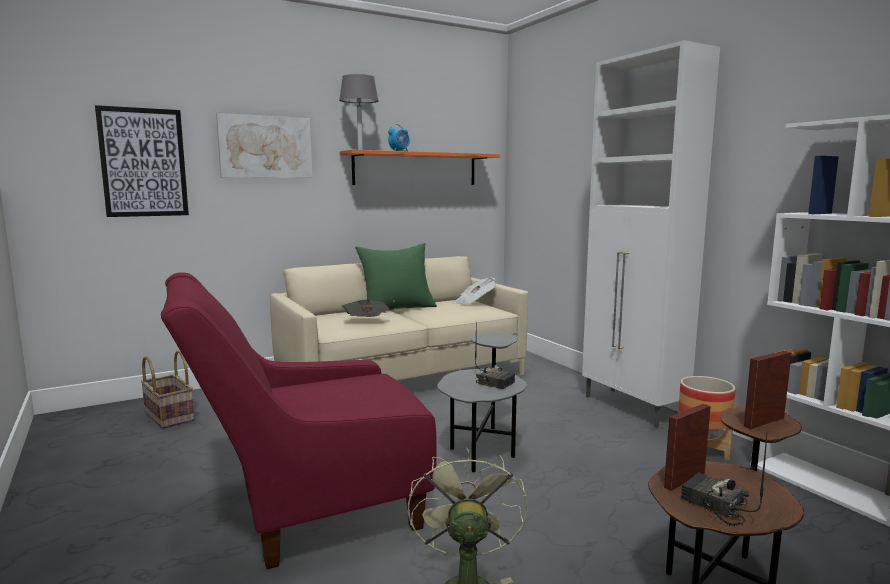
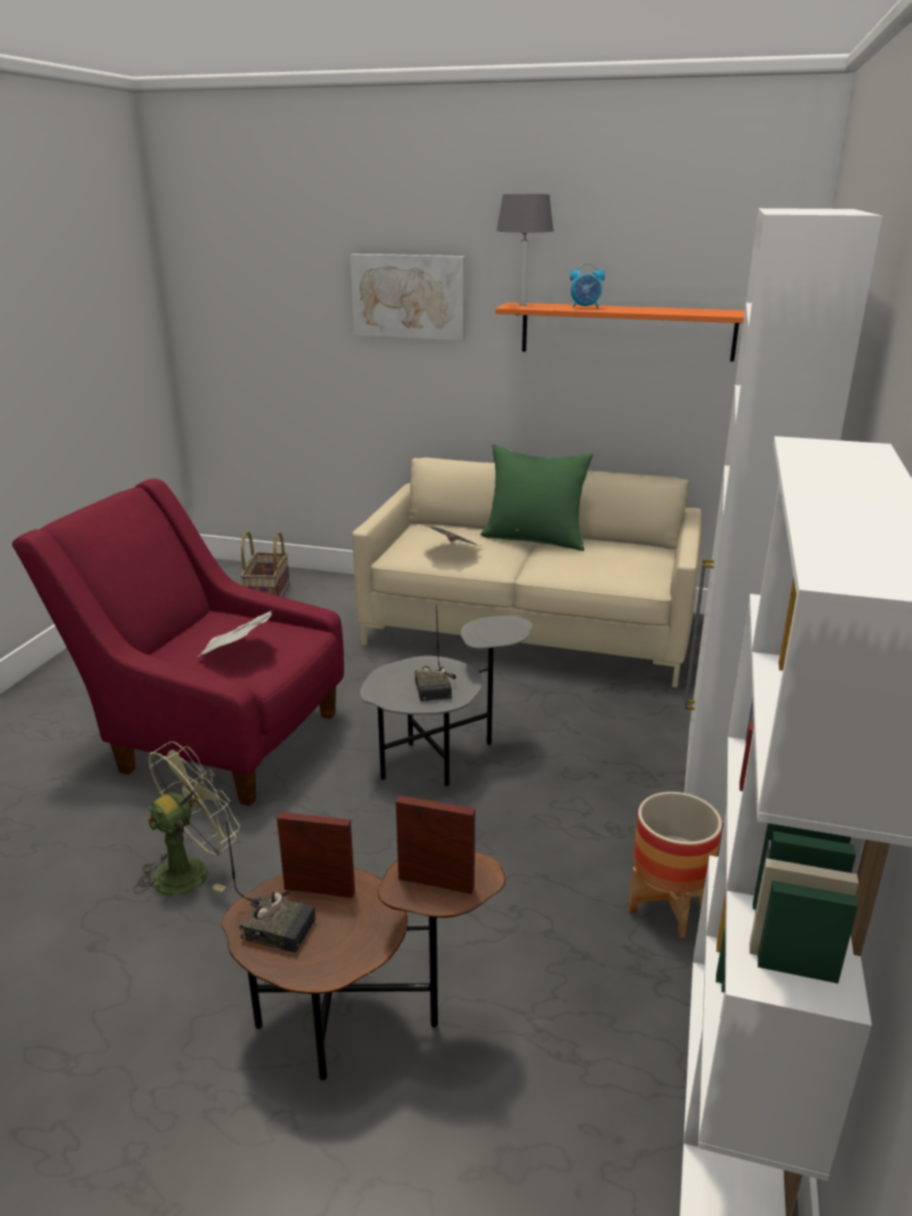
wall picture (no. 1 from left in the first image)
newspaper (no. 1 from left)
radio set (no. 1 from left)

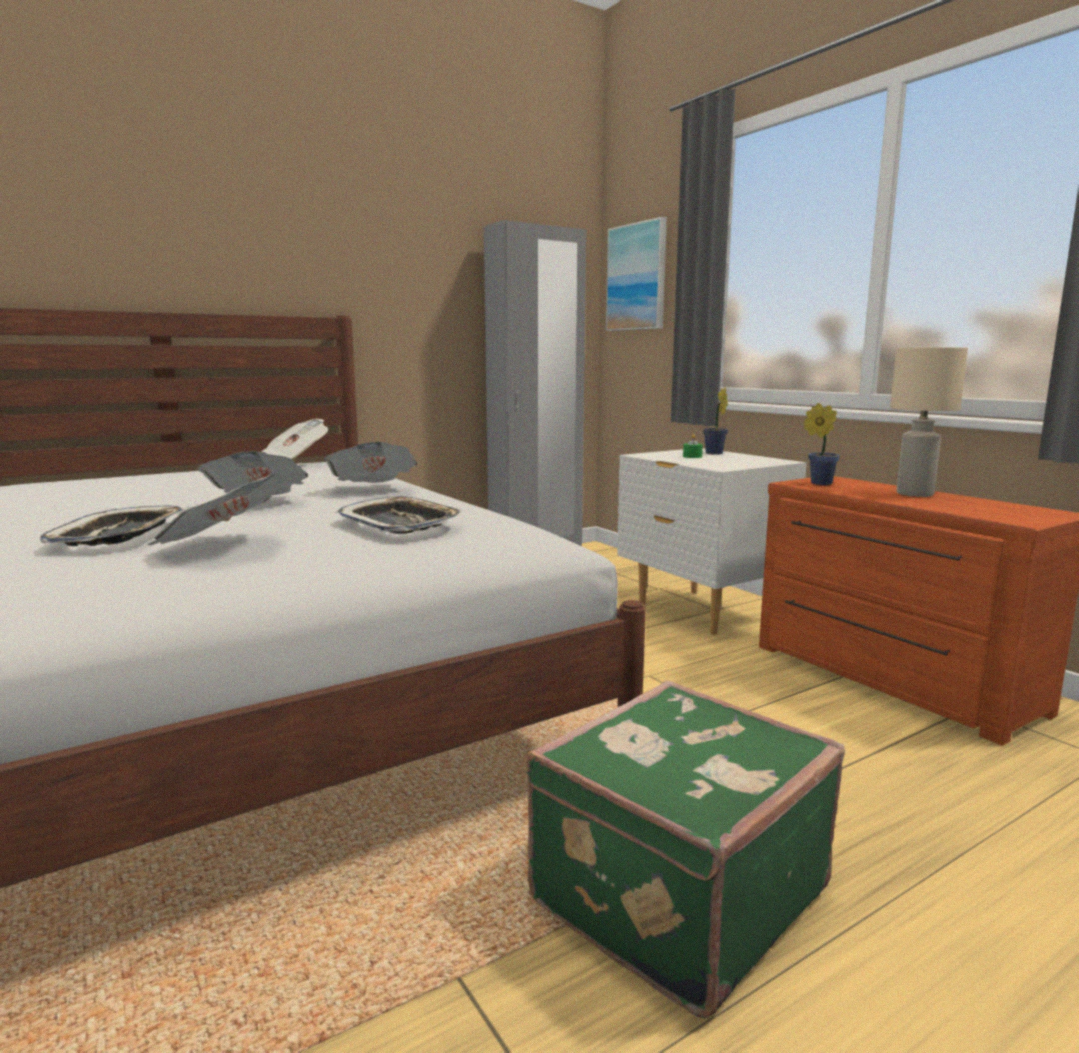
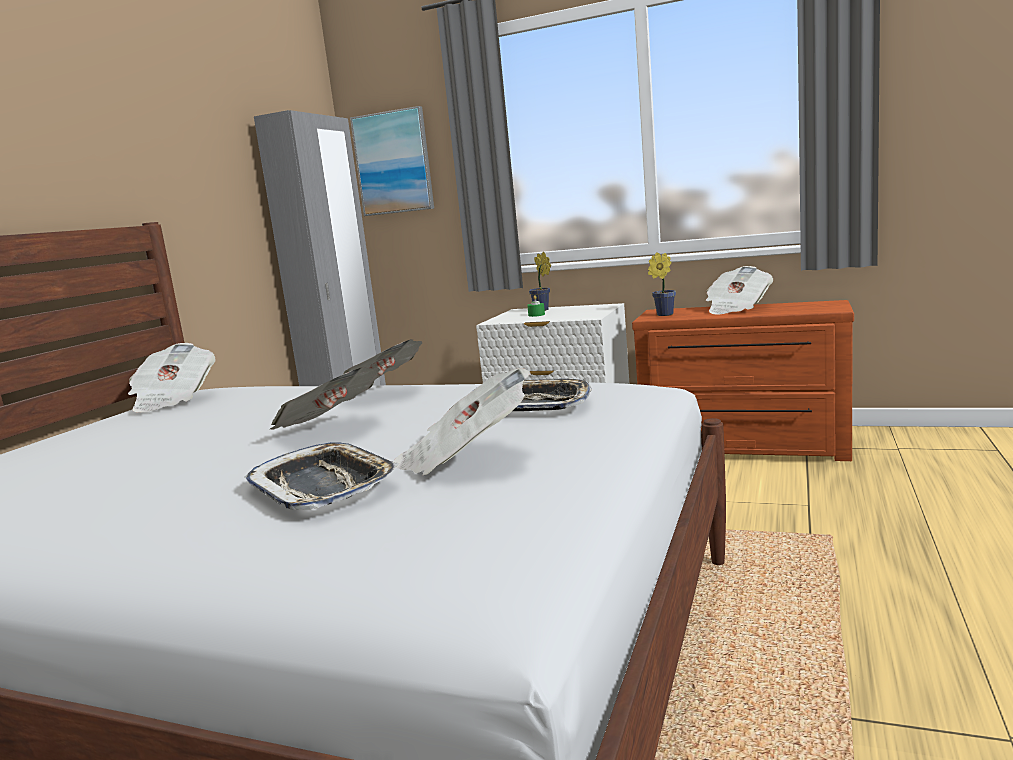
green suitcase
newspaper (no. 5 from left)

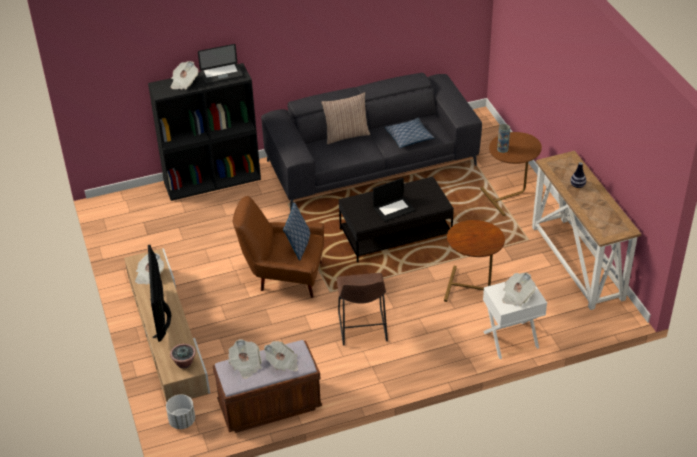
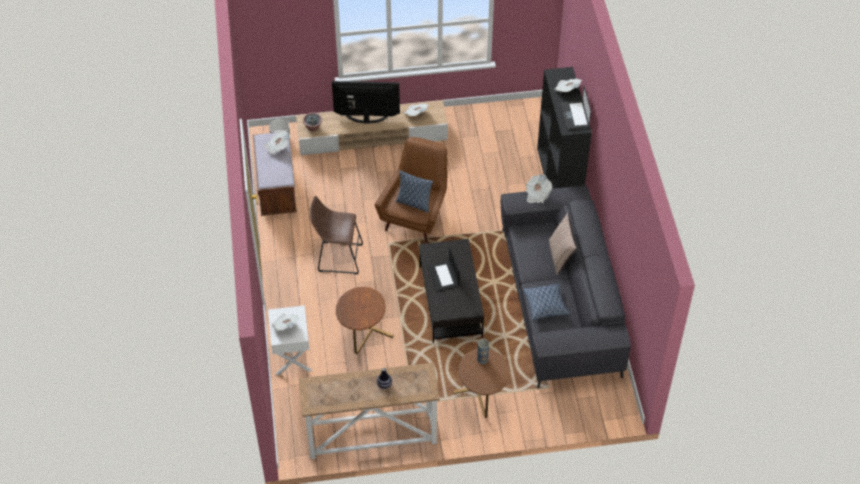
newspaper (no. 4 from left)

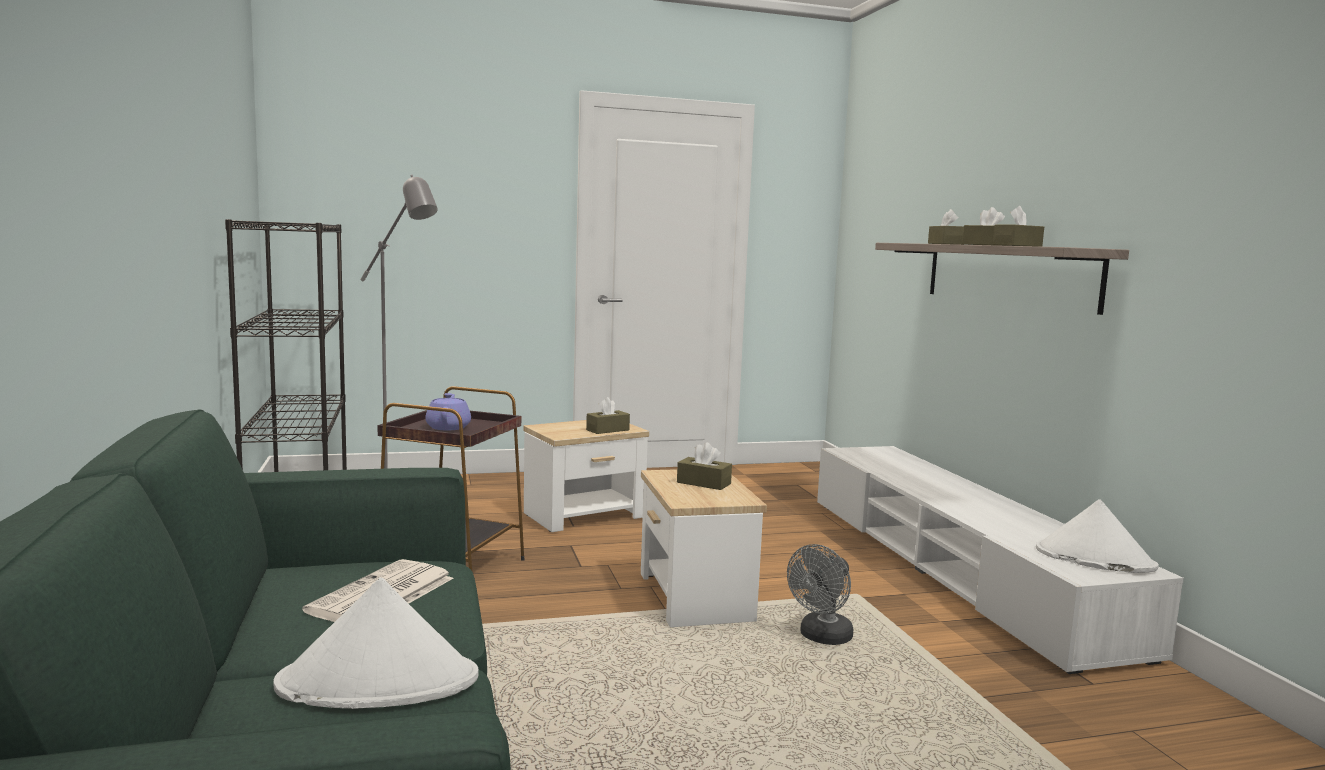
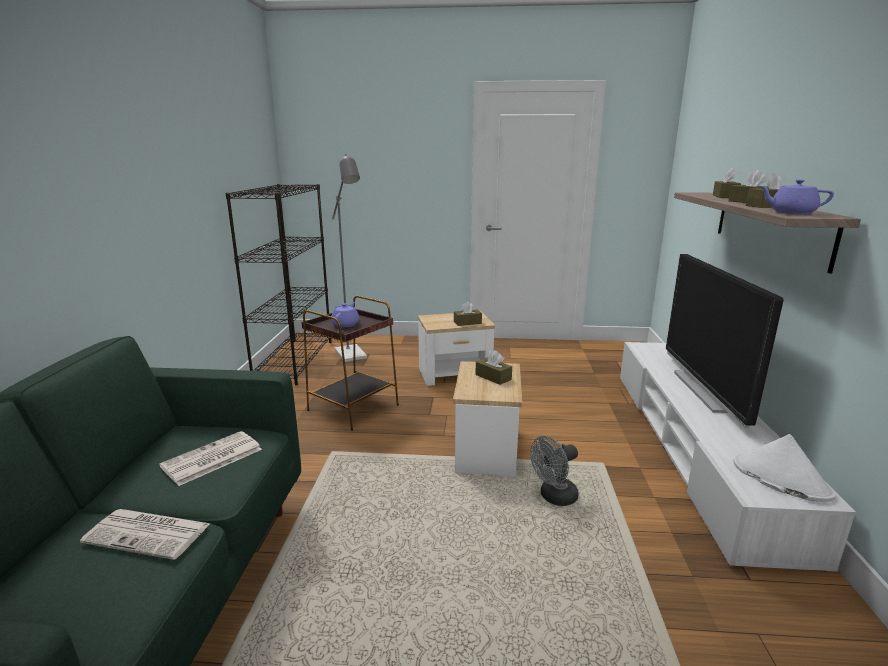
newspaper (no. 1 from left)
TV set
purplish pot for tea (no. 2 from left)

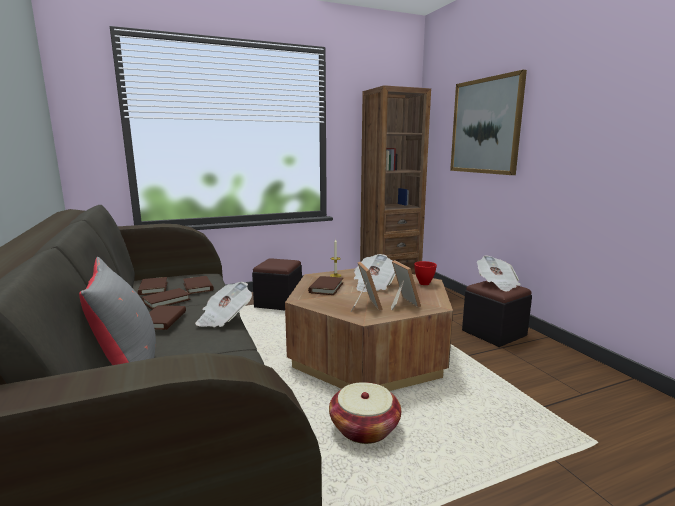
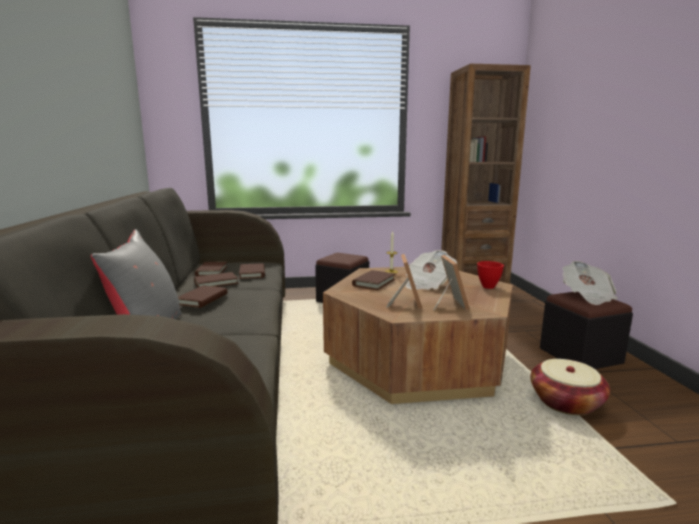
newspaper (no. 1 from left in the first image)
storage basket
wall picture

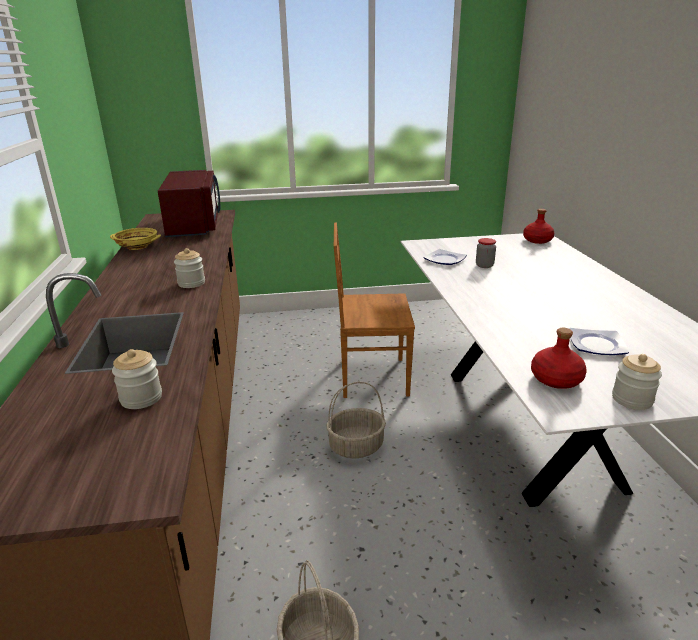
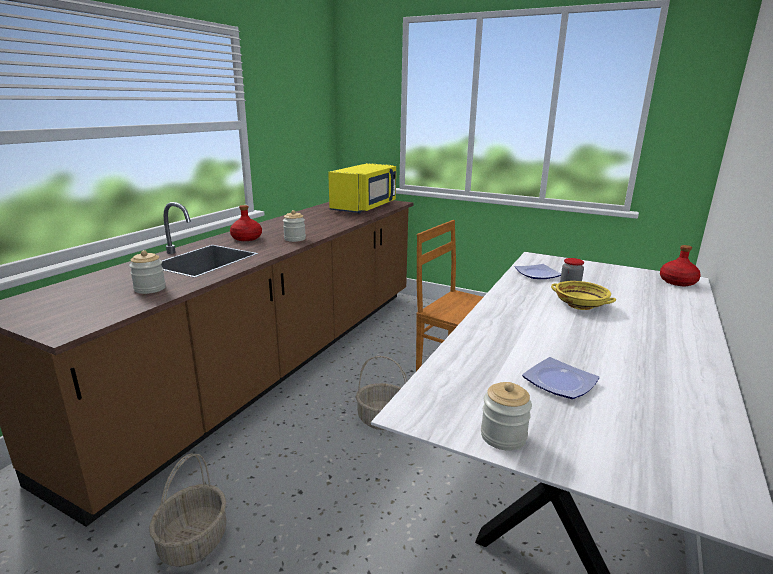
yellow bowl
yellow microwave
red beverage bottle (no. 1 from left)

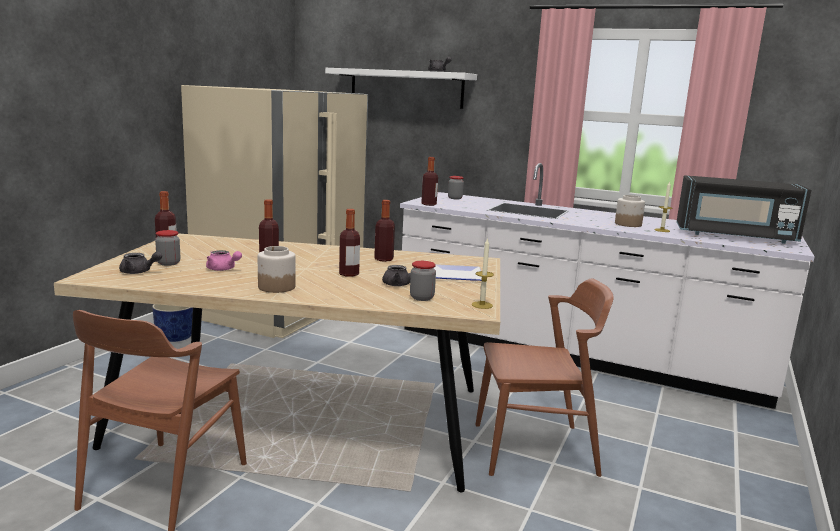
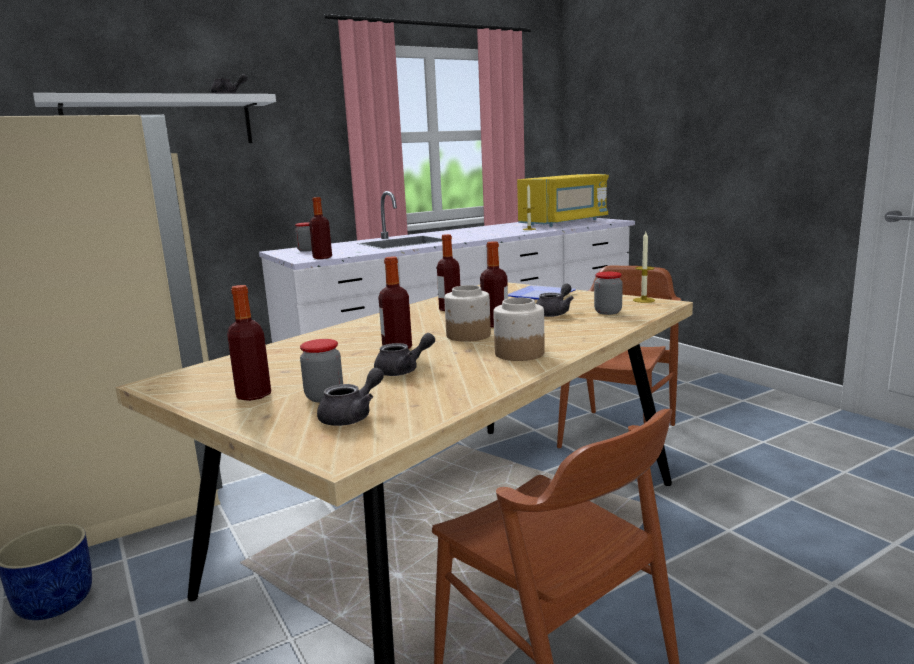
gray pot for tea (no. 3 from left)
preserve jar (no. 3 from left)
yellow microwave

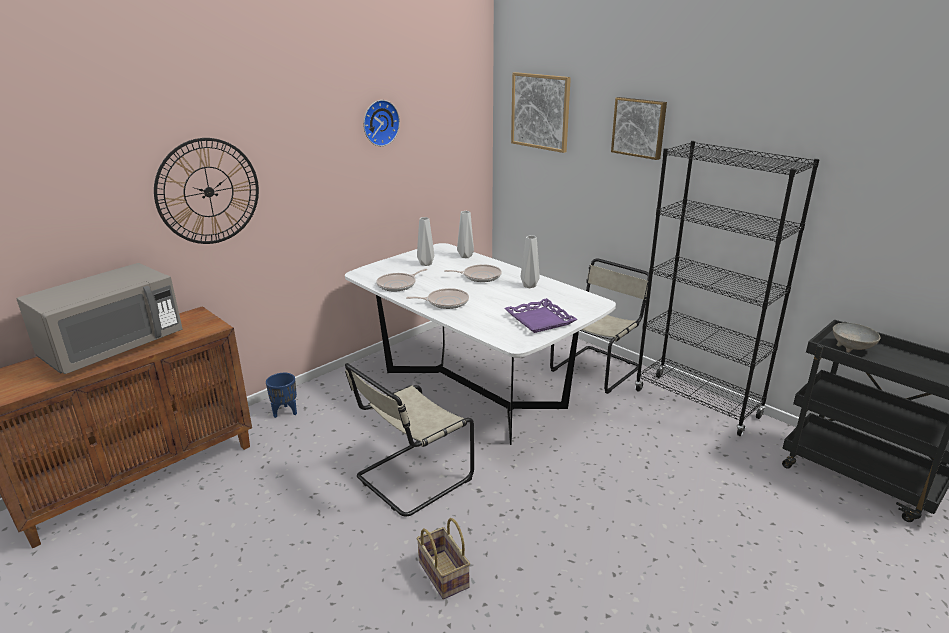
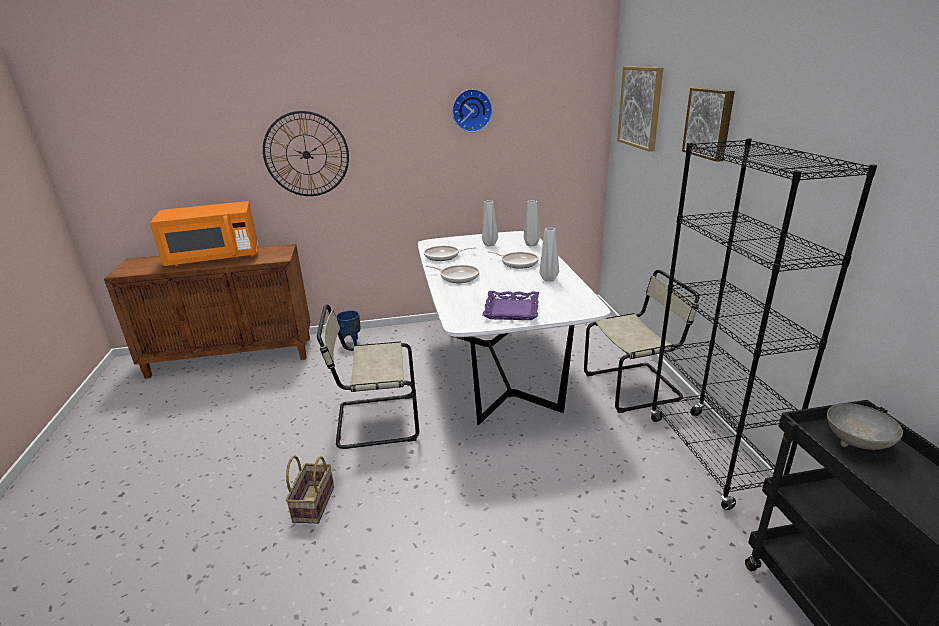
orange-coloured microwave

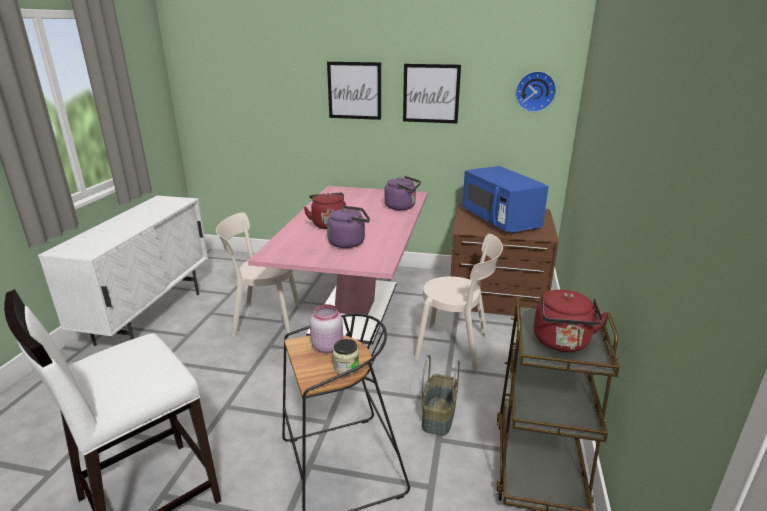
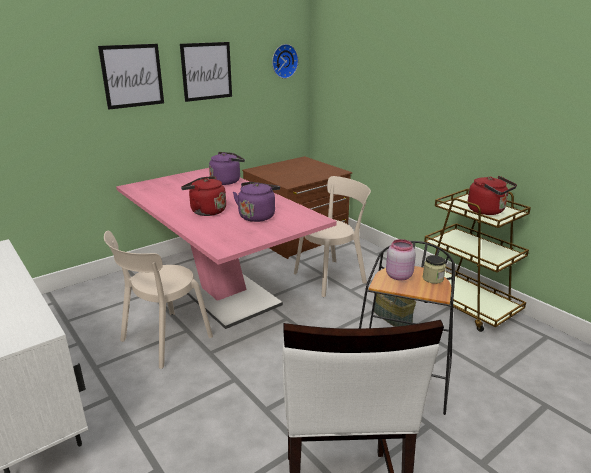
blue-coloured microwave

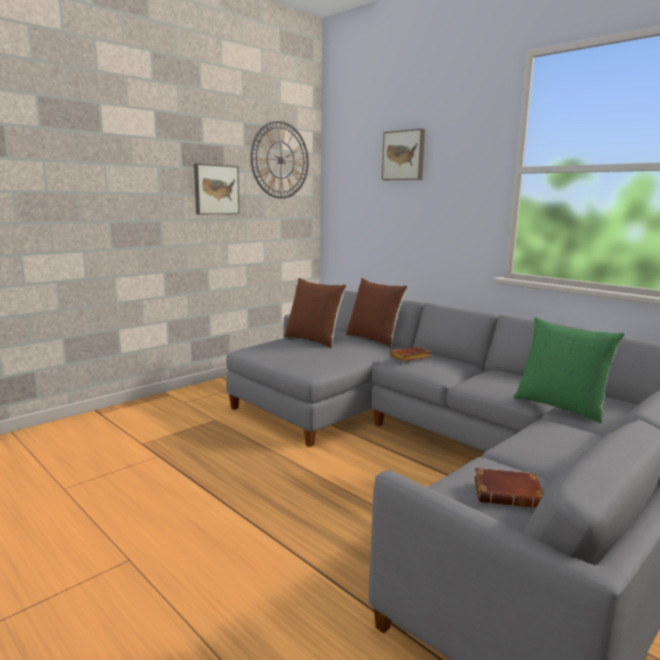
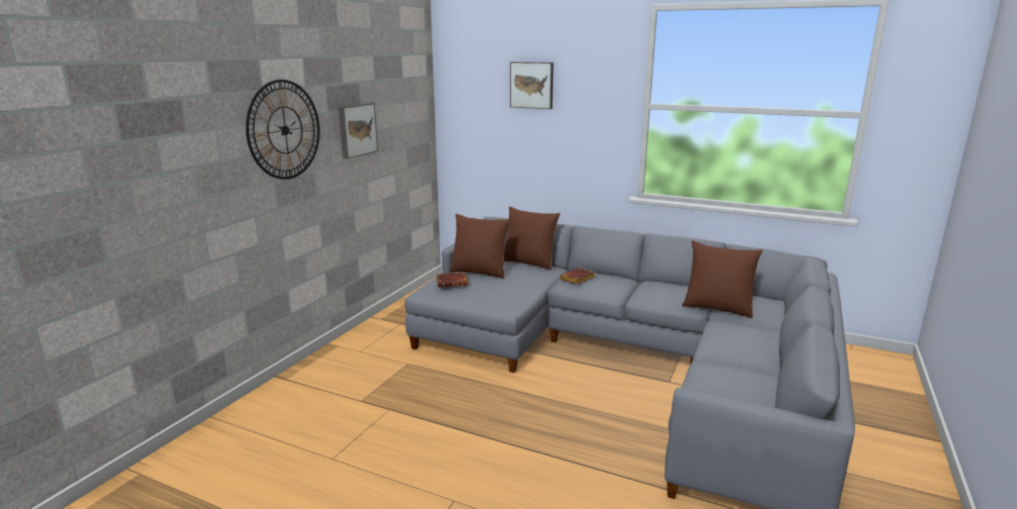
hanging clock
brown volume (no. 1 from left)
brown pillow (no. 3 from left)

